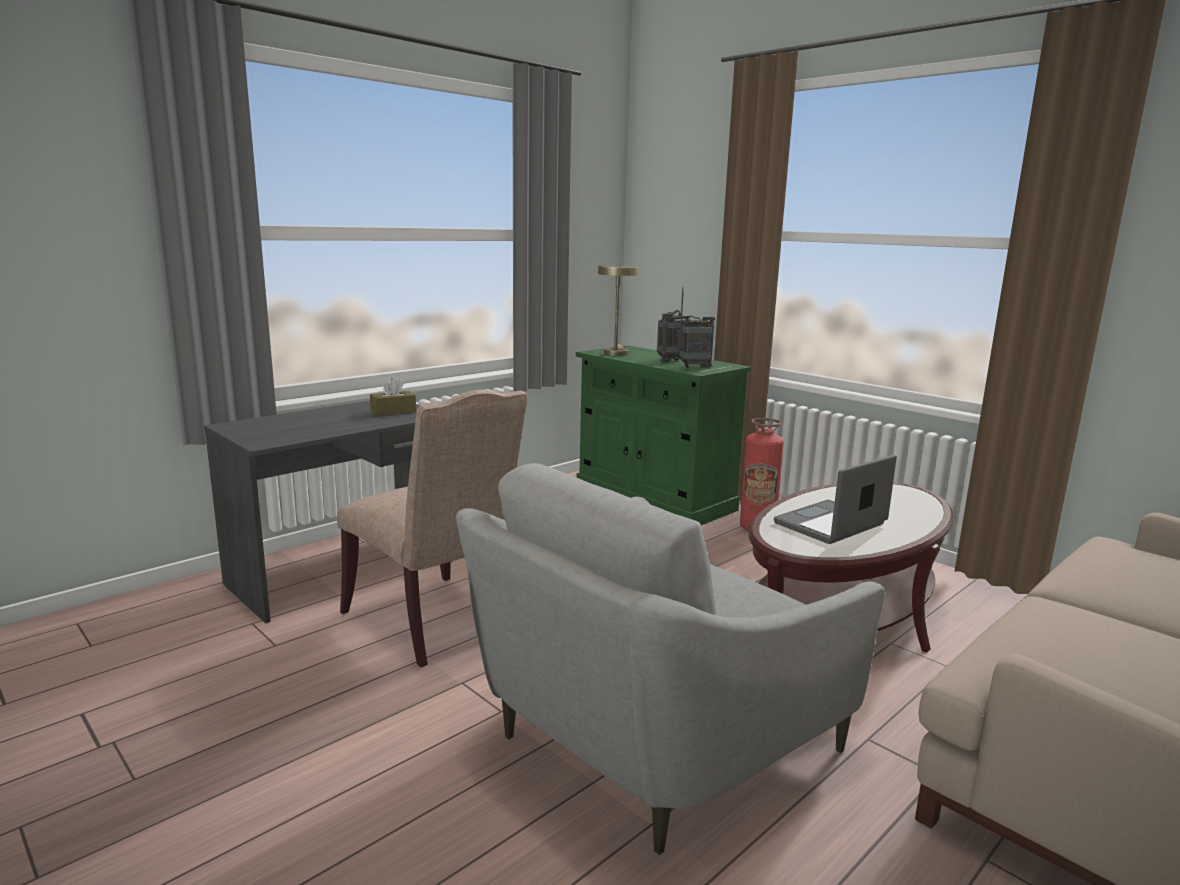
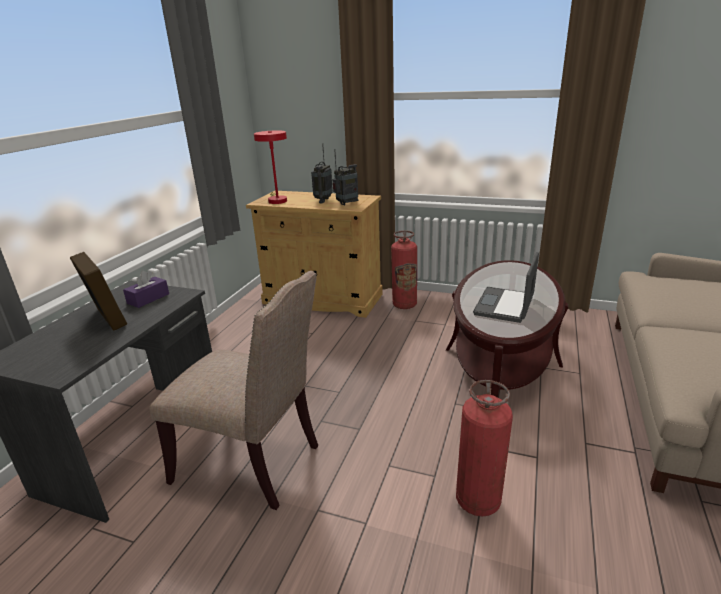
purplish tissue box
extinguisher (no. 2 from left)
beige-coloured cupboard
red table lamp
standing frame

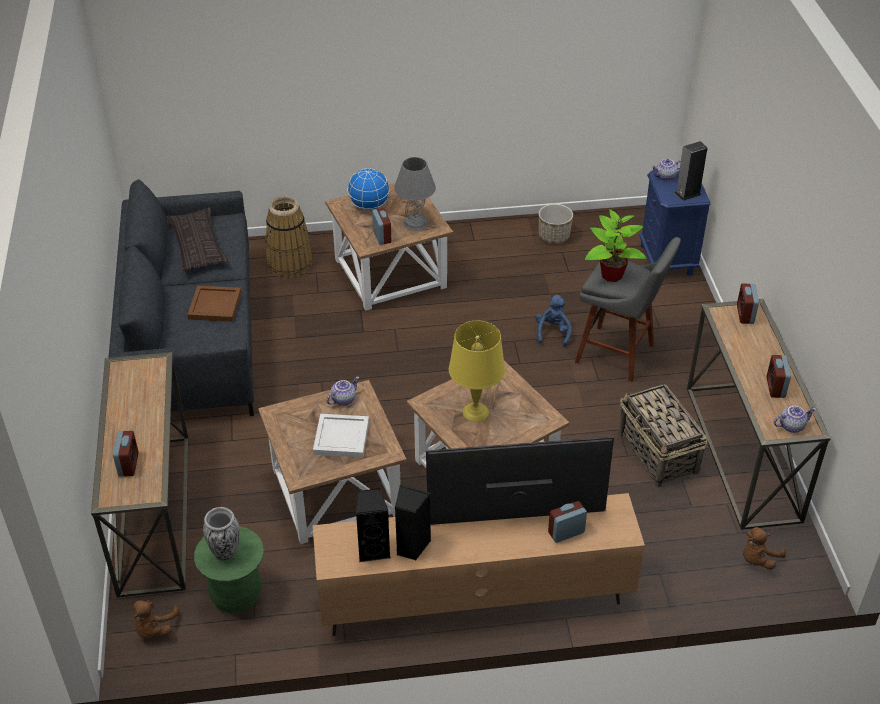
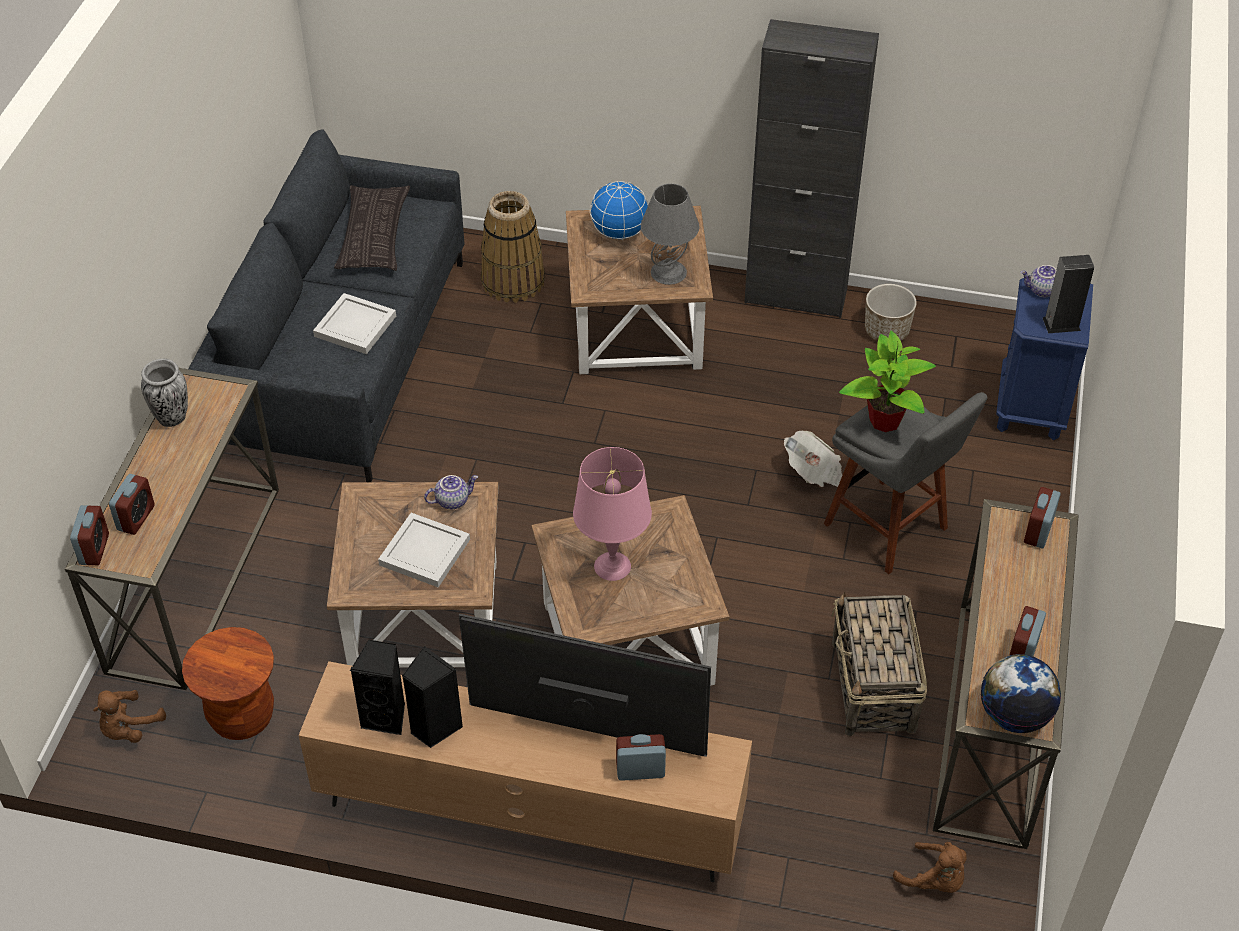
white serving tray (no. 1 from left)
brown sitting stool
flower vase
table clock (no. 1 from left)
pink table lamp
newspaper
brown cuddly toy (no. 2 from left)
globe (no. 2 from left)
black cupboard

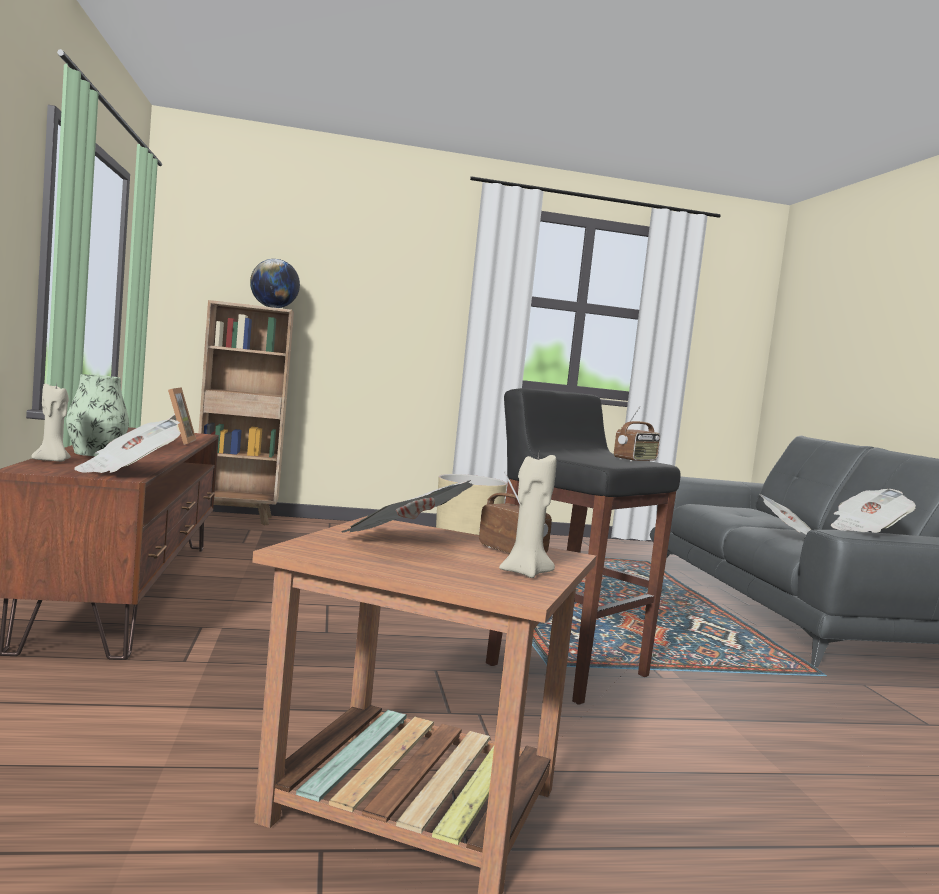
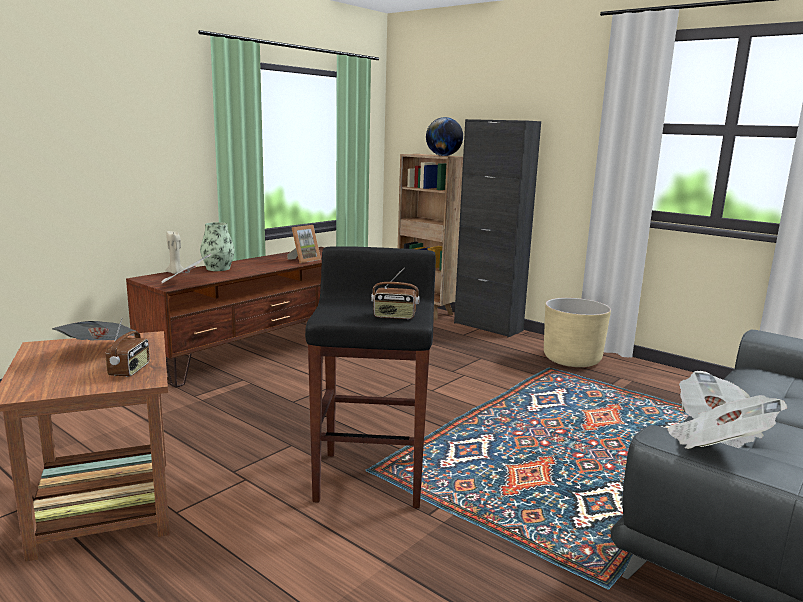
beige-coloured wax candle (no. 2 from left in the first image)
black cupboard

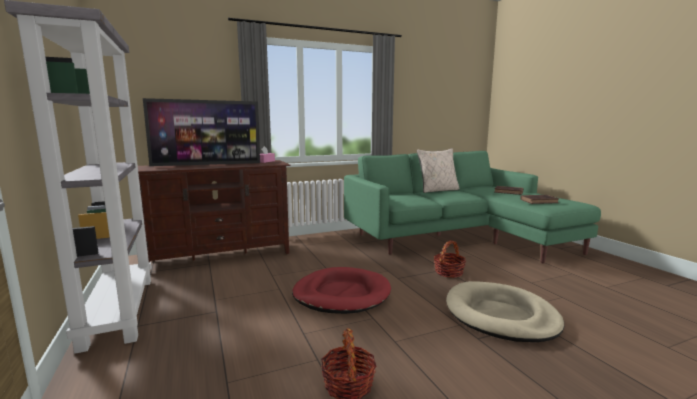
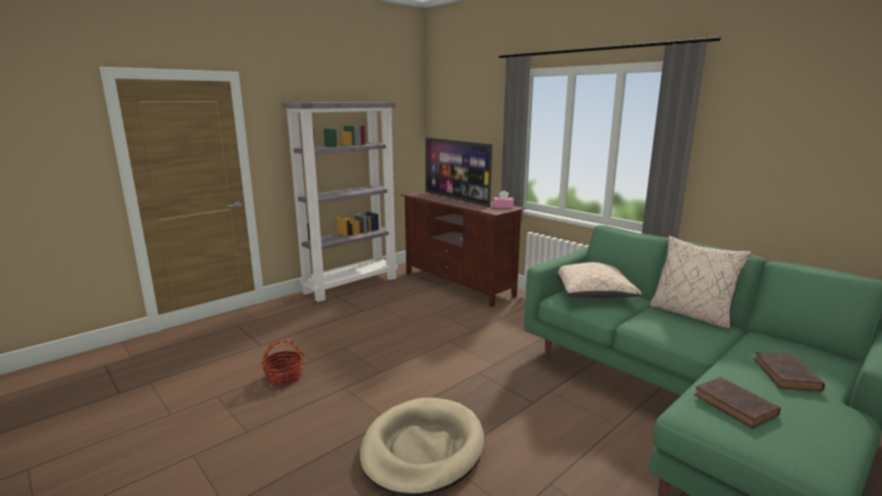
red dog bed
storage basket (no. 2 from left in the first image)
beige-coloured pillow (no. 1 from left)

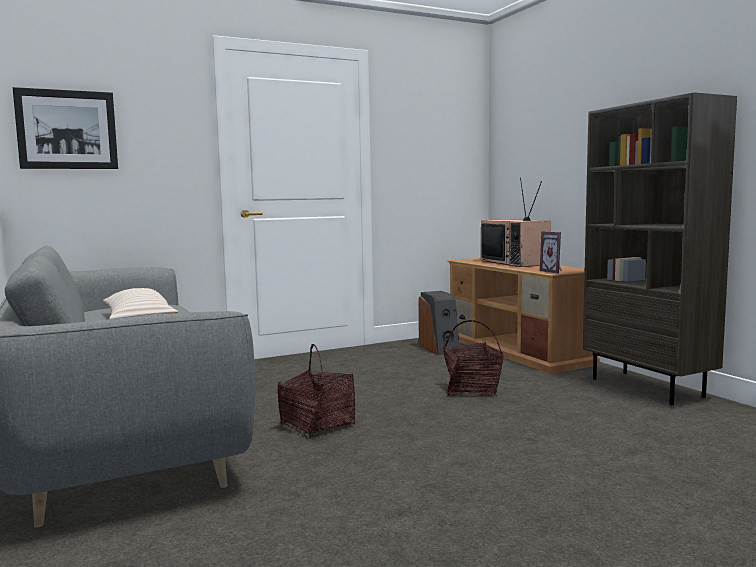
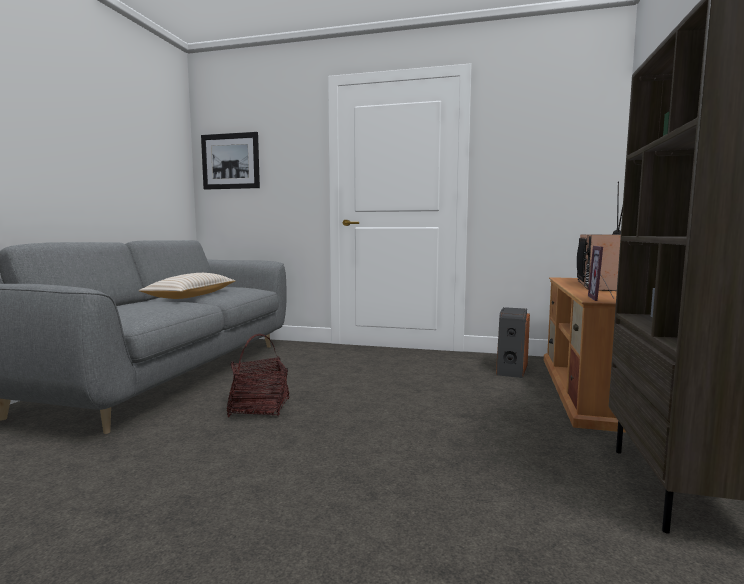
storage basket (no. 2 from left in the first image)

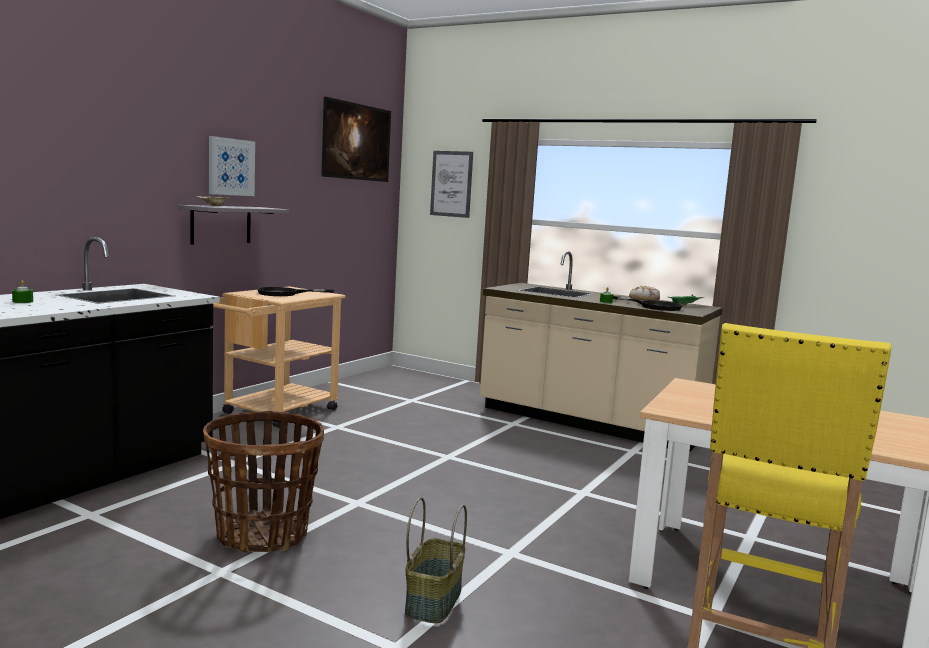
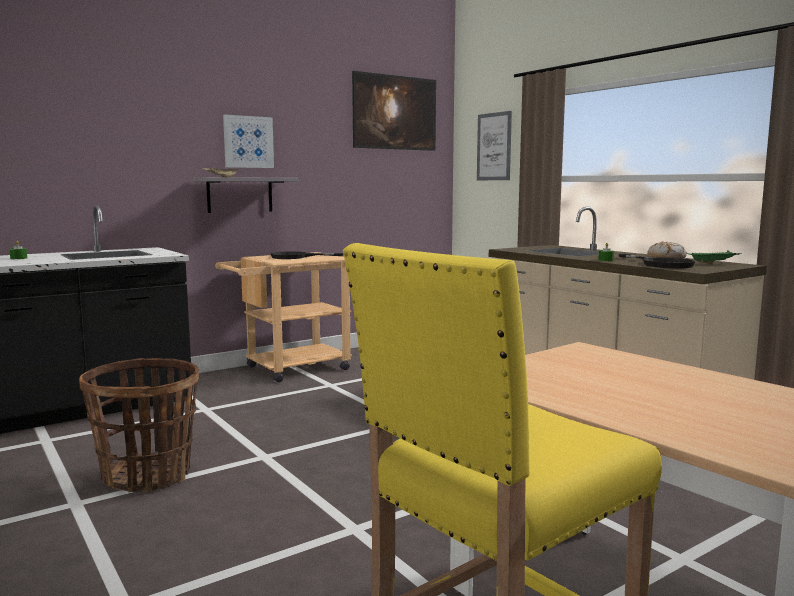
storage basket (no. 2 from left in the first image)

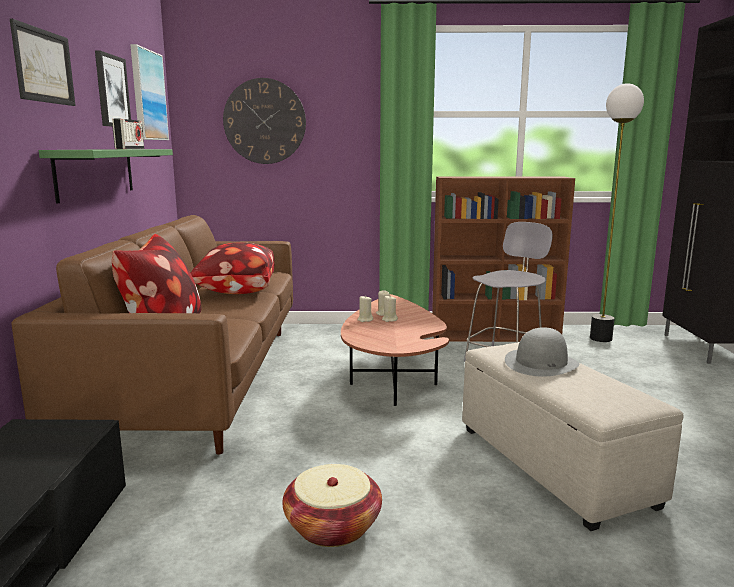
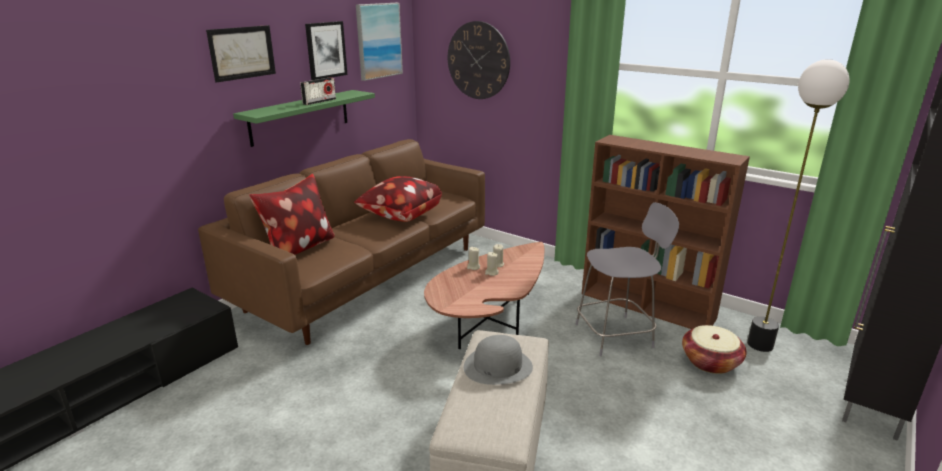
storage basket

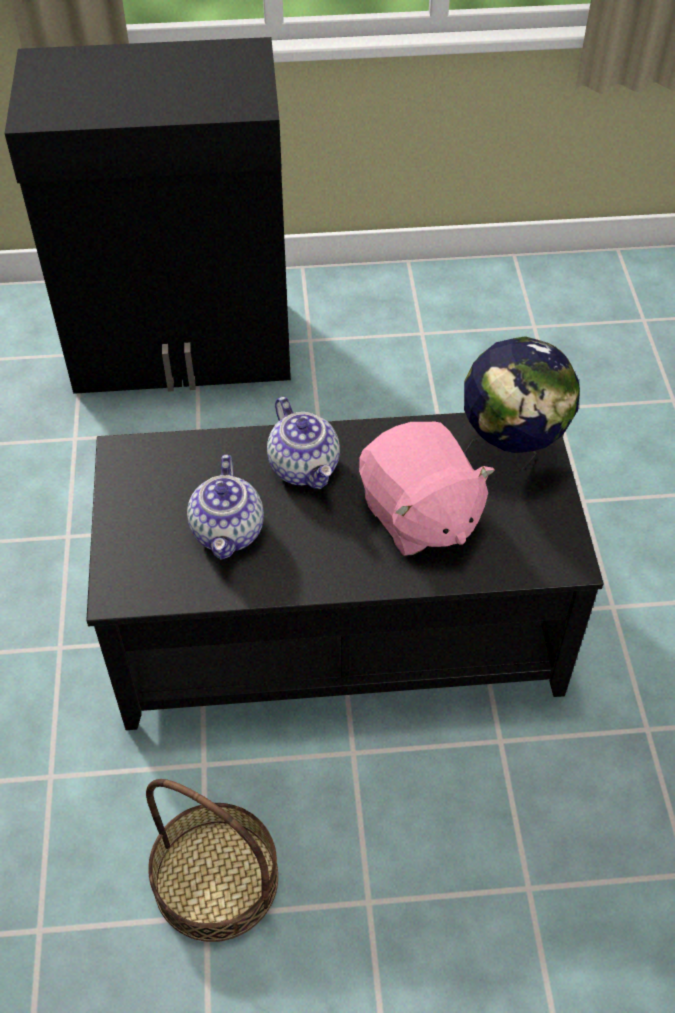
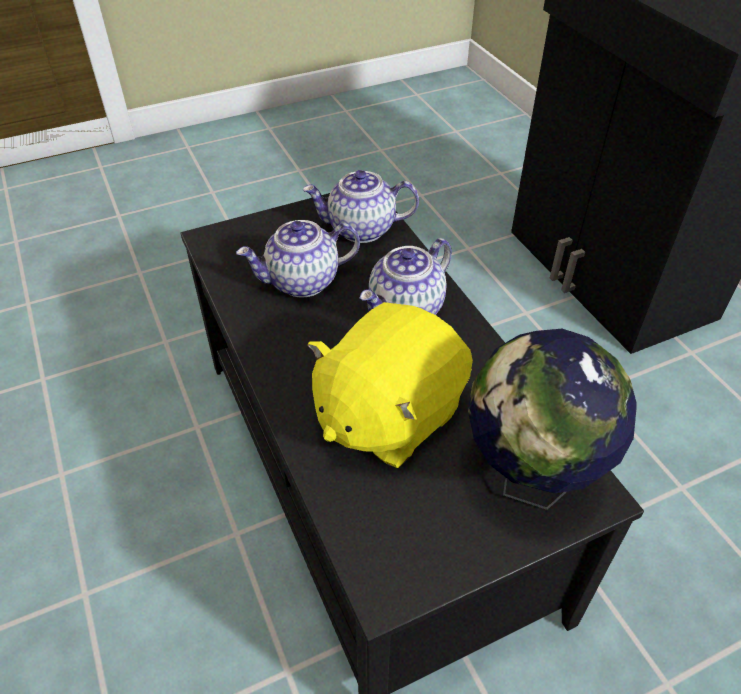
storage basket
yellow cuddly toy
pot for tea (no. 2 from left)

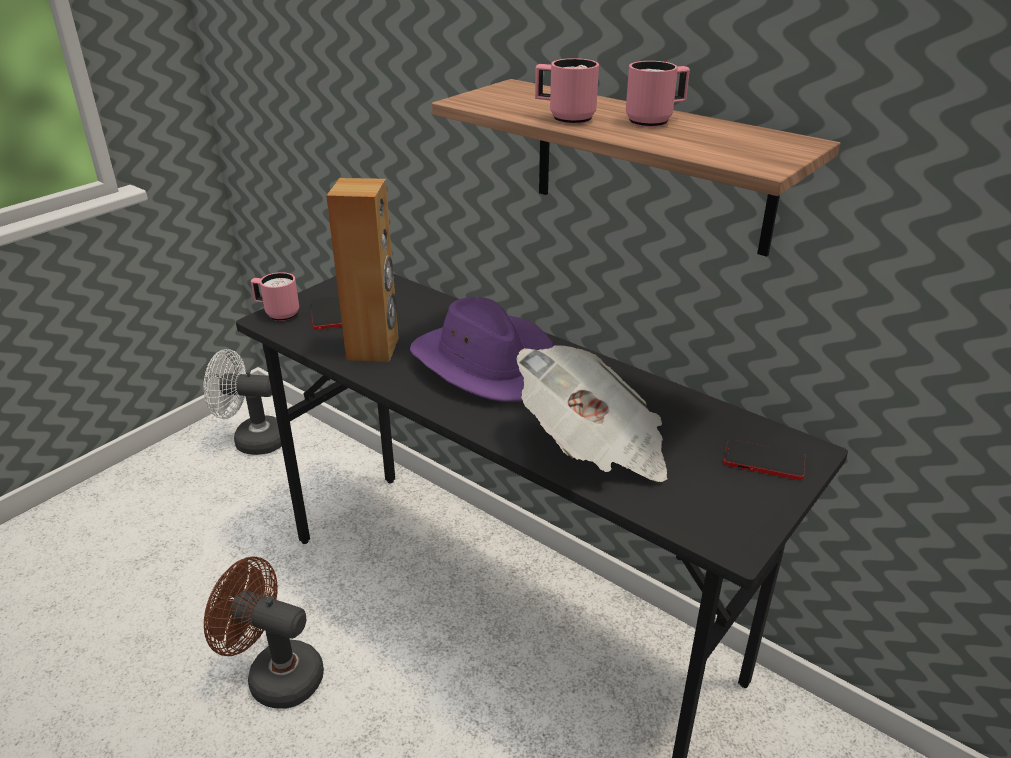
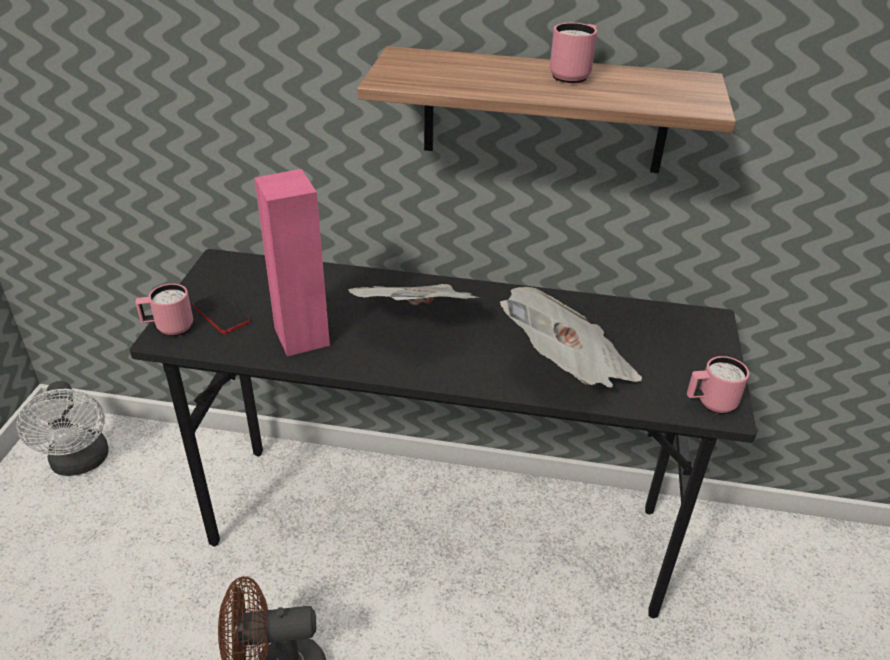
white fan
pink audio speaker
newspaper (no. 1 from left)
pink coffee mug (no. 3 from left)
handset (no. 2 from left in the first image)

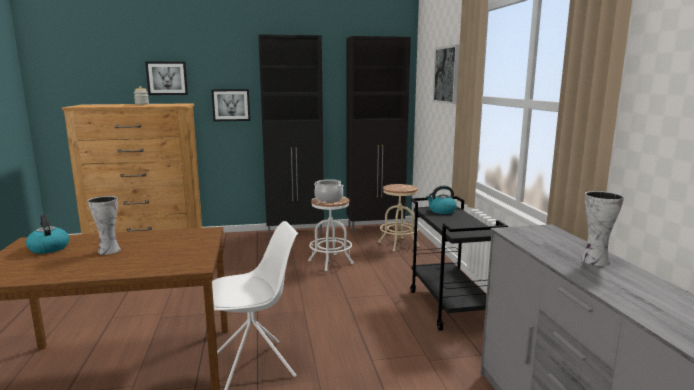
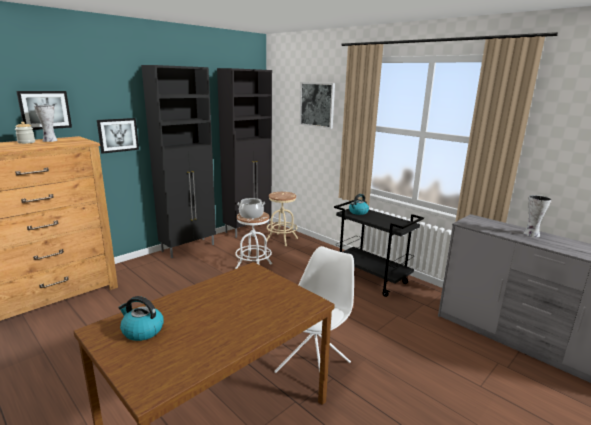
flower vase (no. 1 from left)

